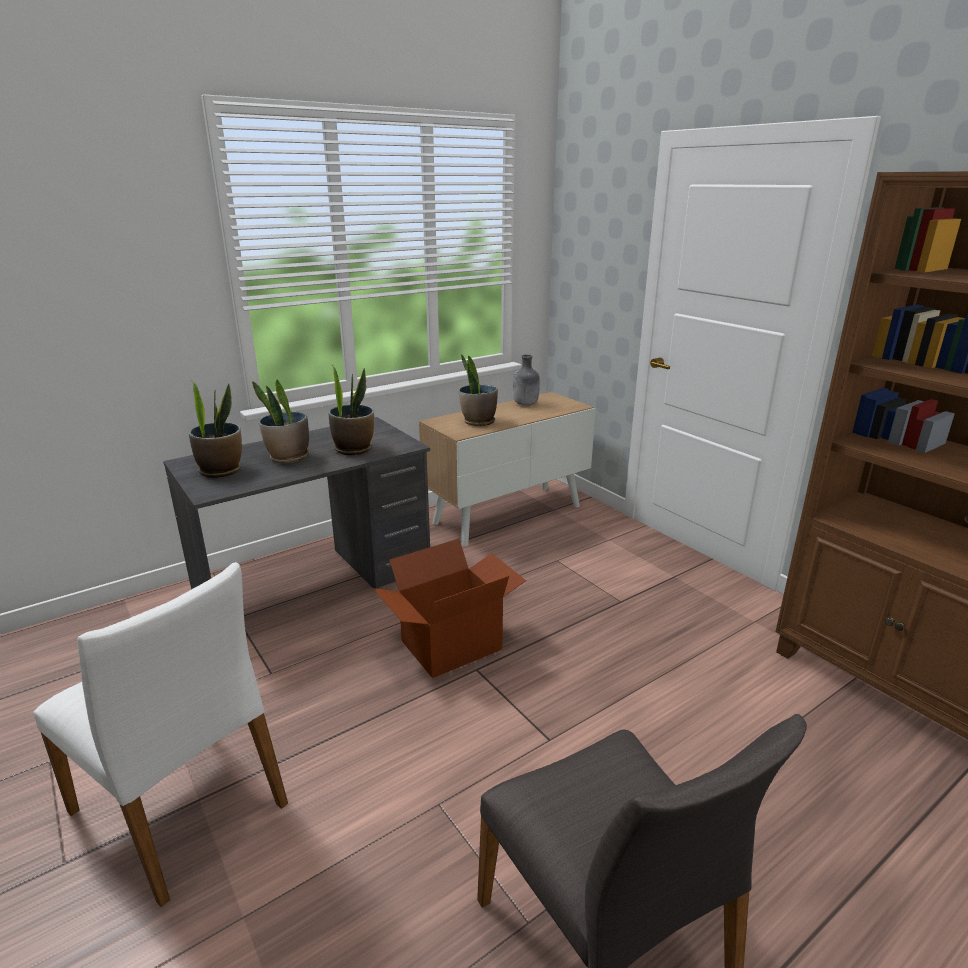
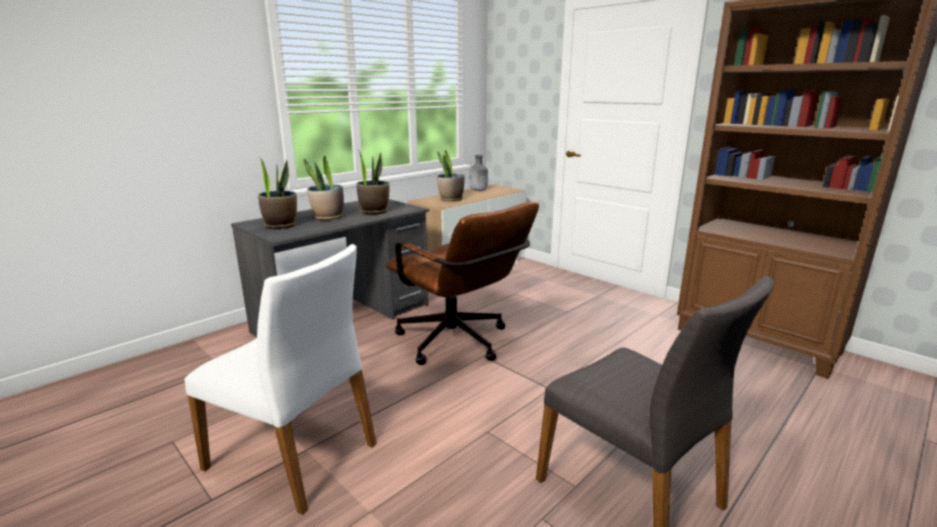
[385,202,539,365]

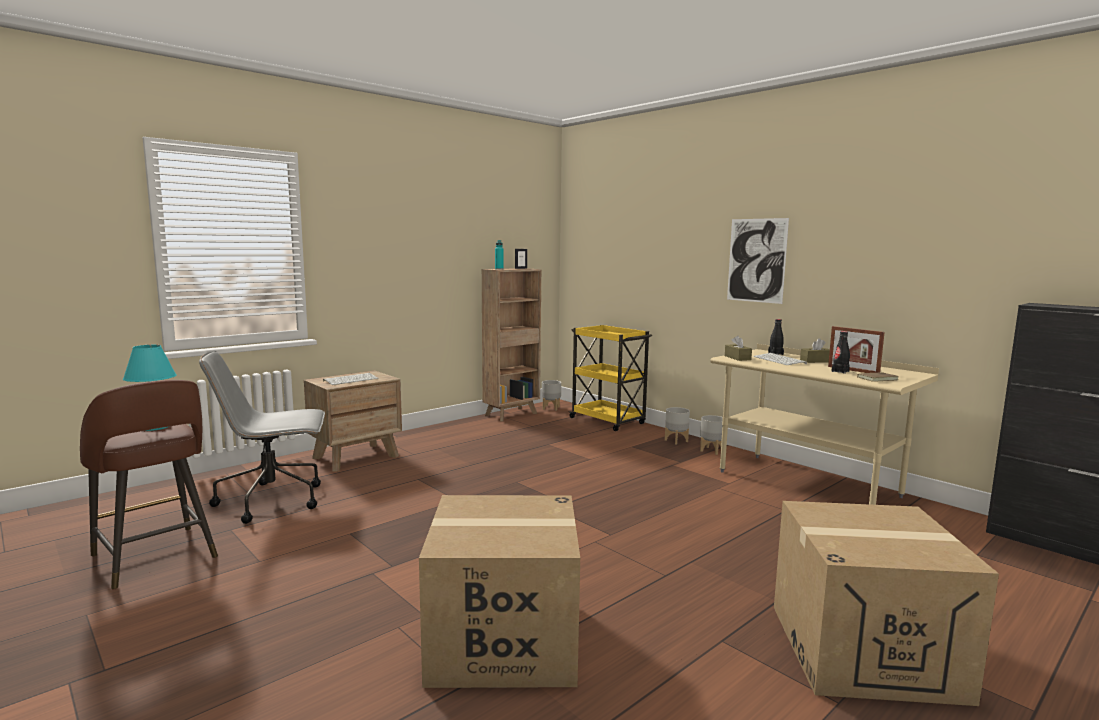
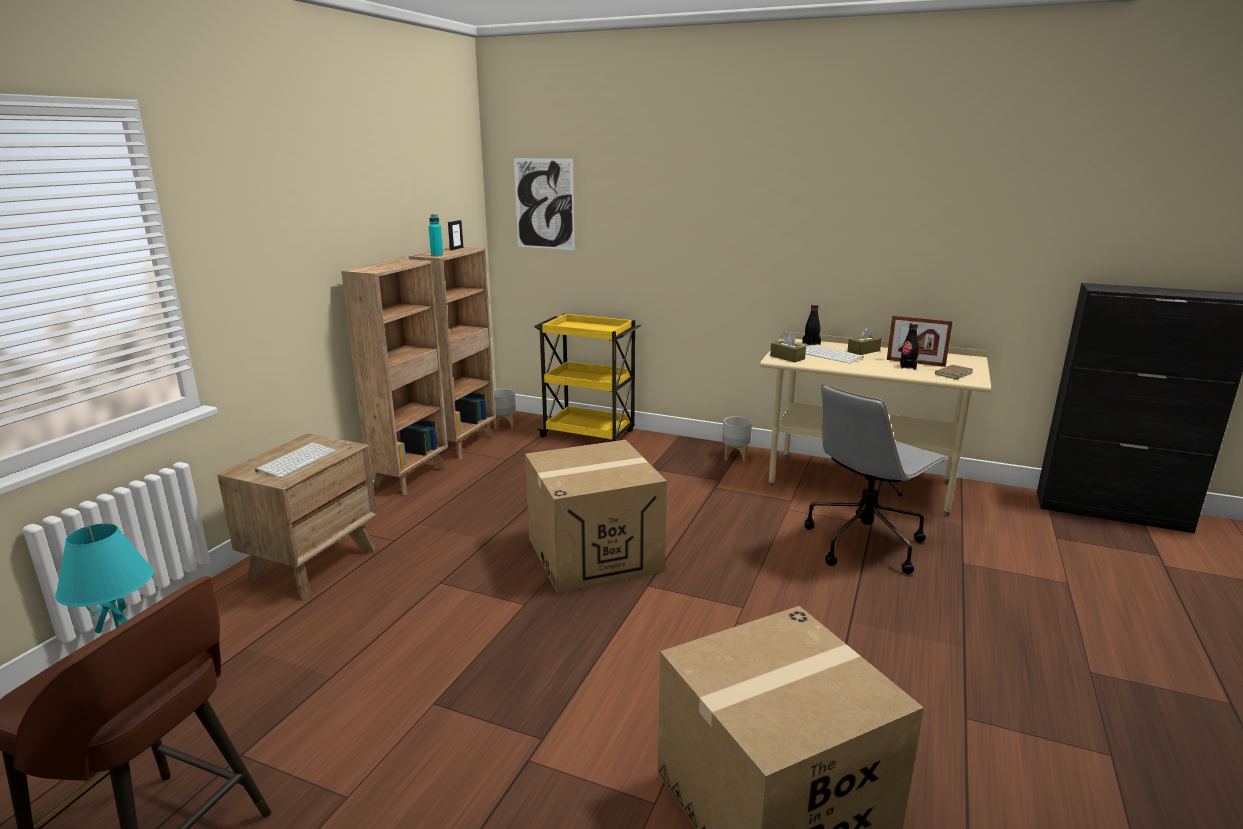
[514,158,575,250]
[804,384,948,574]
[665,407,690,445] (first image)
[525,440,667,594]
[341,259,448,496]

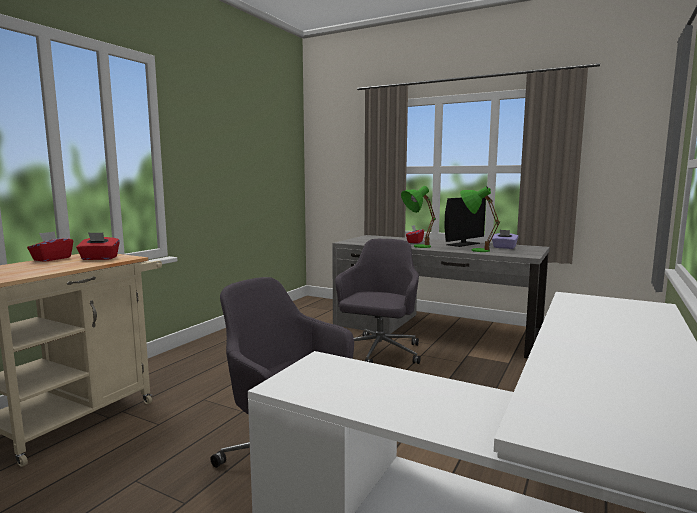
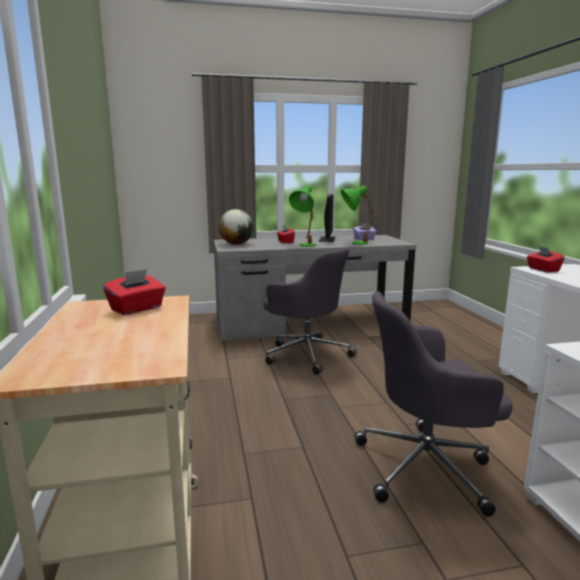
[527,246,565,272]
[263,248,357,375]
[218,209,254,244]

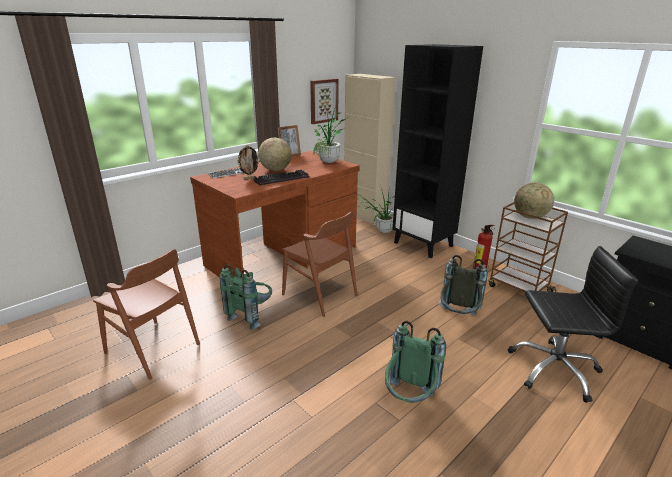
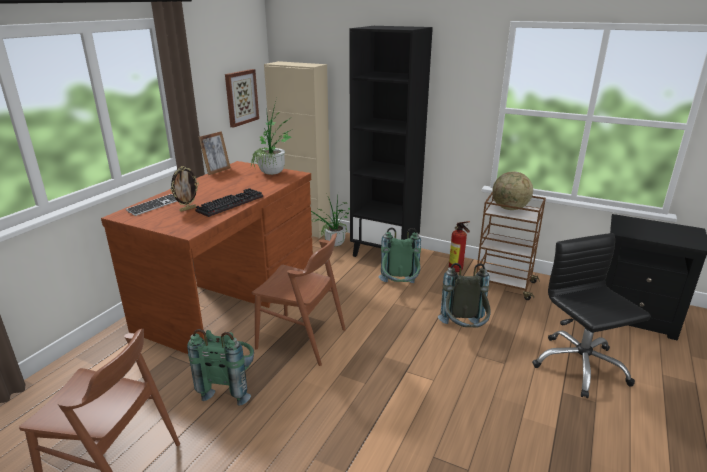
[258,137,292,171] (first image)
[532,233,651,398]
[379,227,421,283]

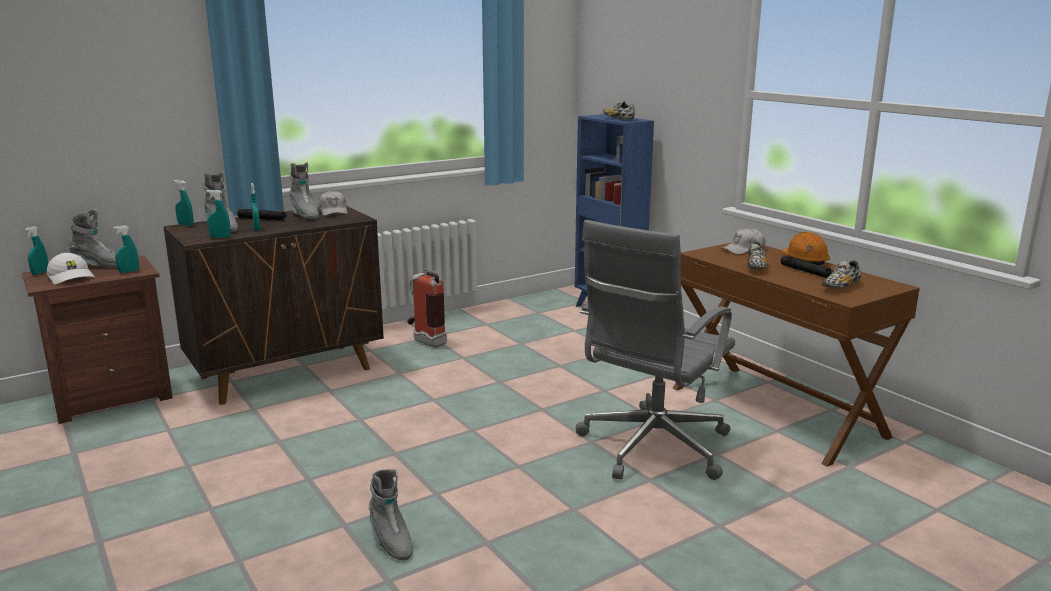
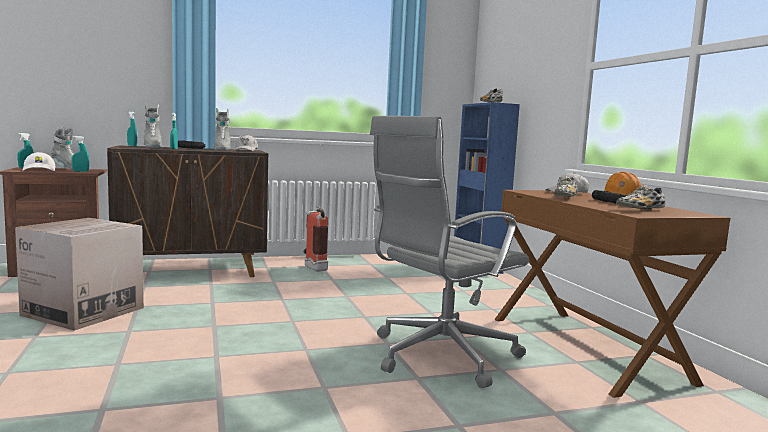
[206,190,230,238] (first image)
[369,469,413,560] (first image)
[15,218,144,331]

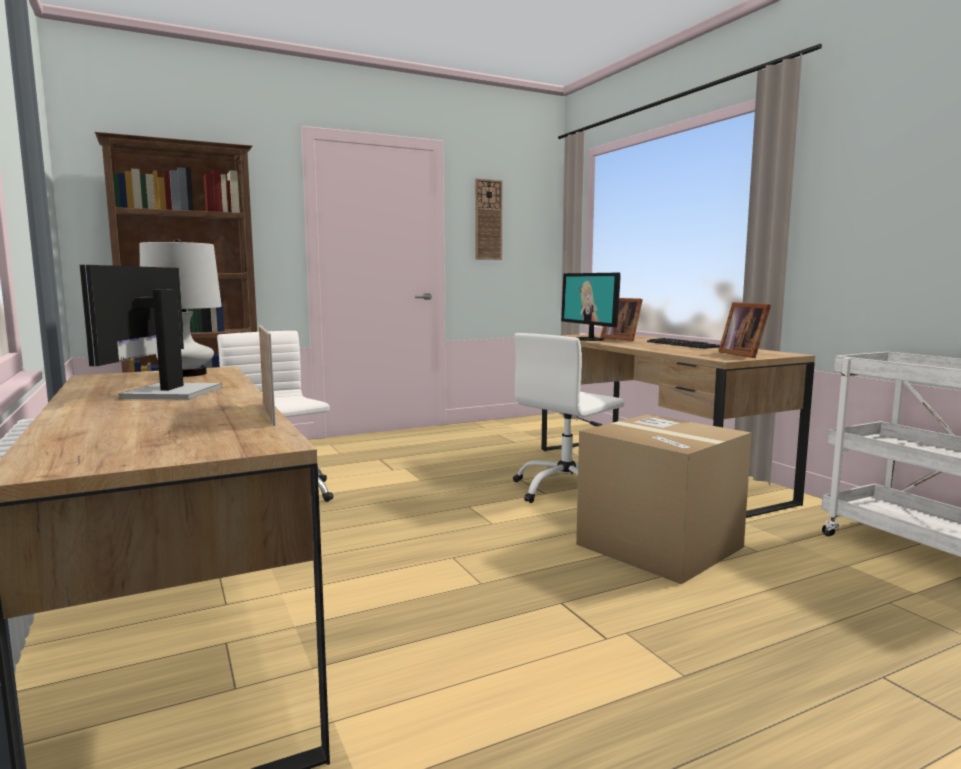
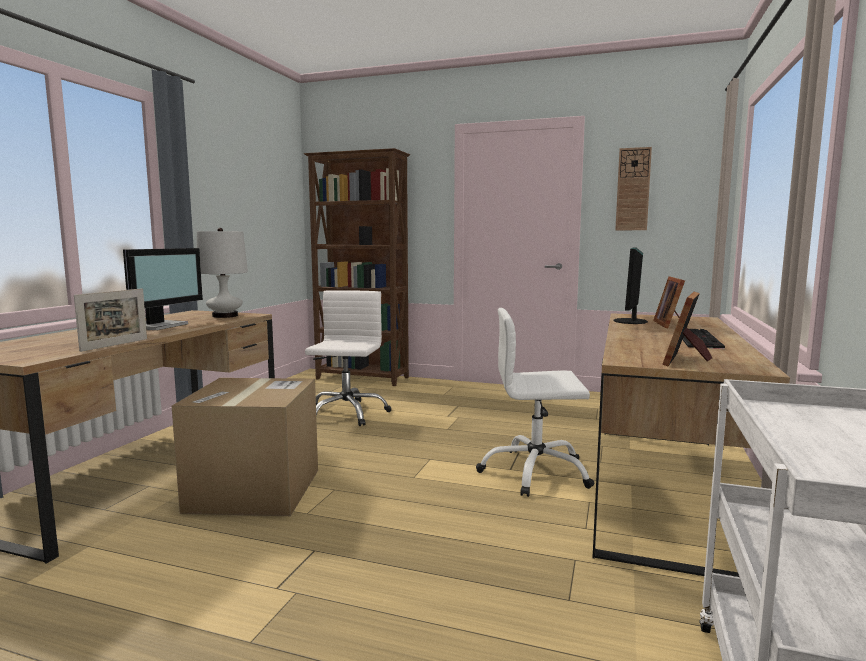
[123,248,203,330]
[172,378,318,516]

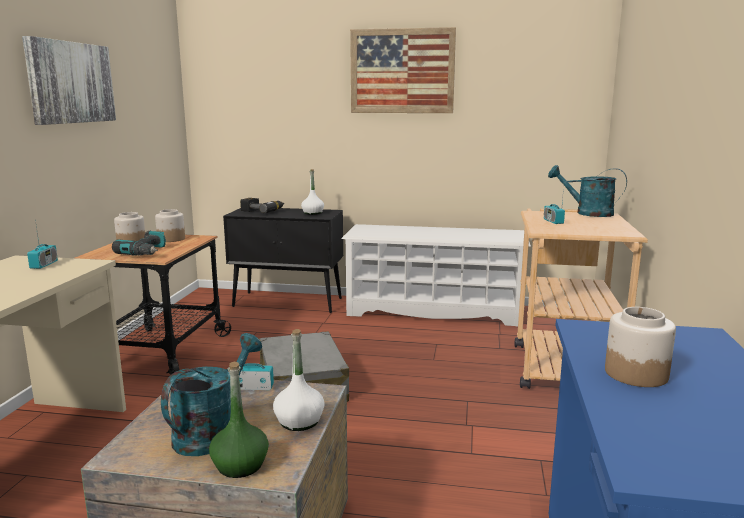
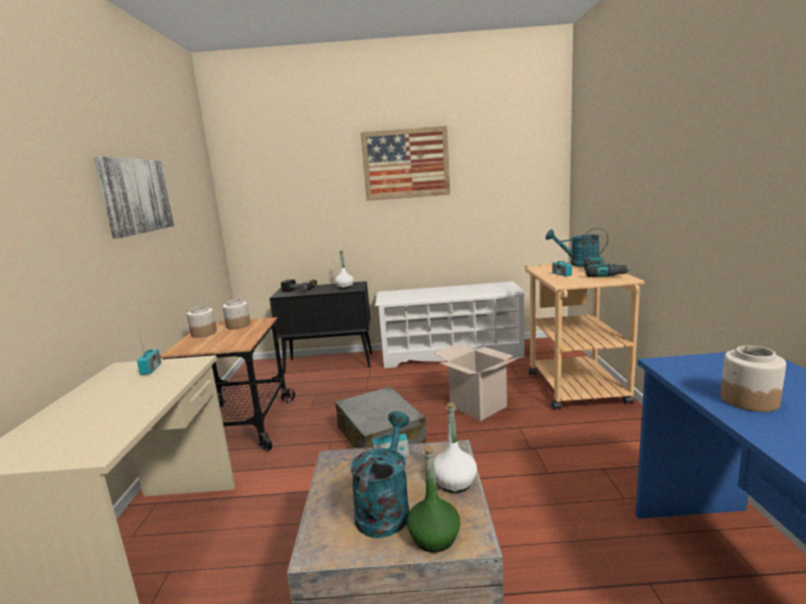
[584,257,632,277]
[435,343,521,421]

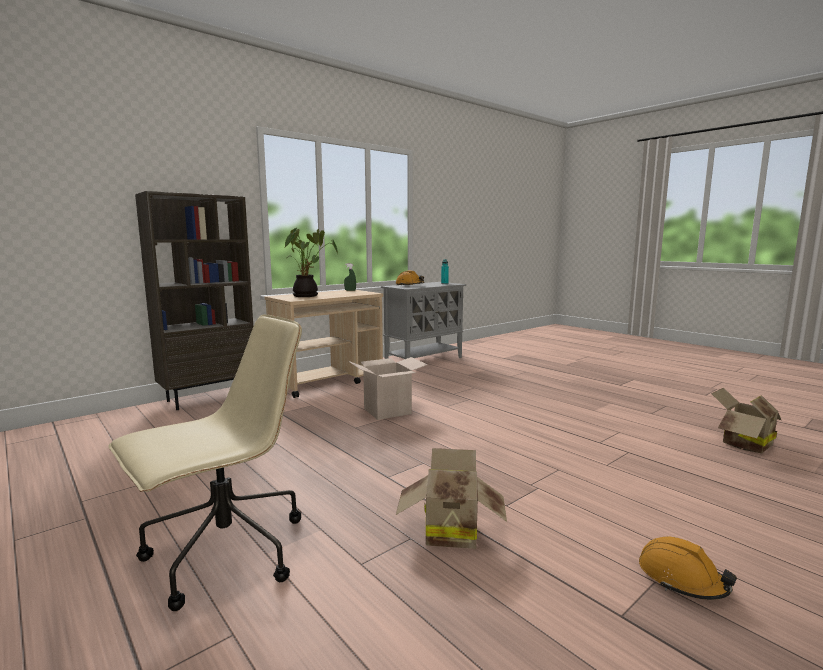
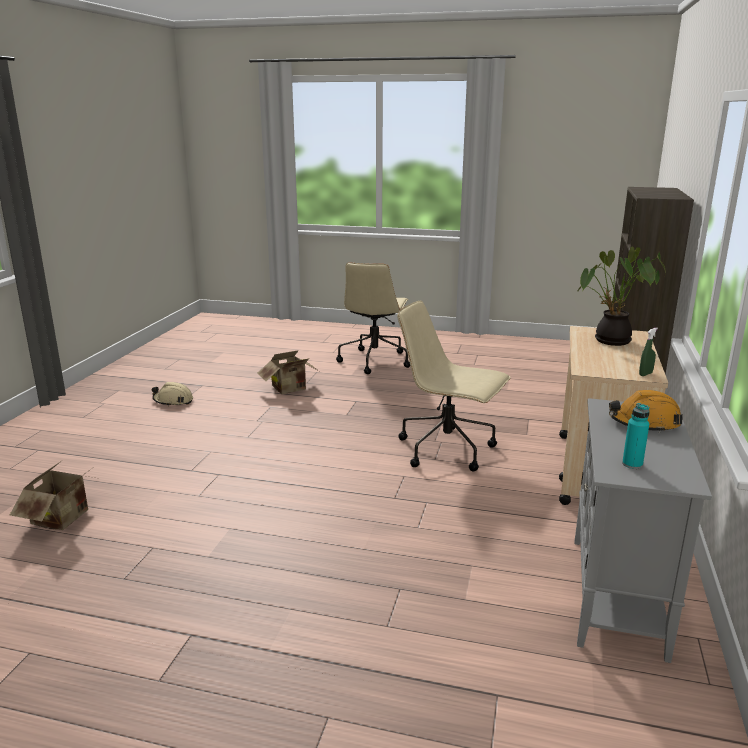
[397,301,511,471]
[152,382,193,406]

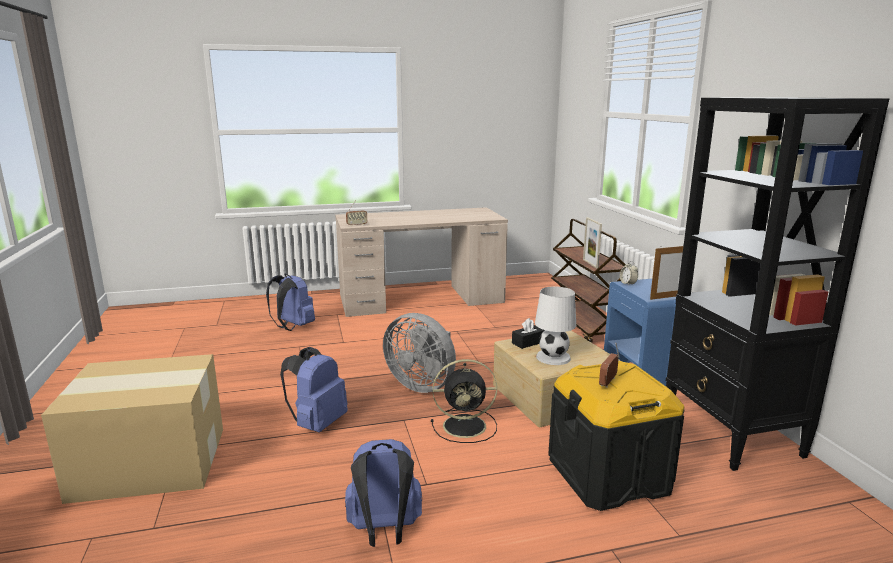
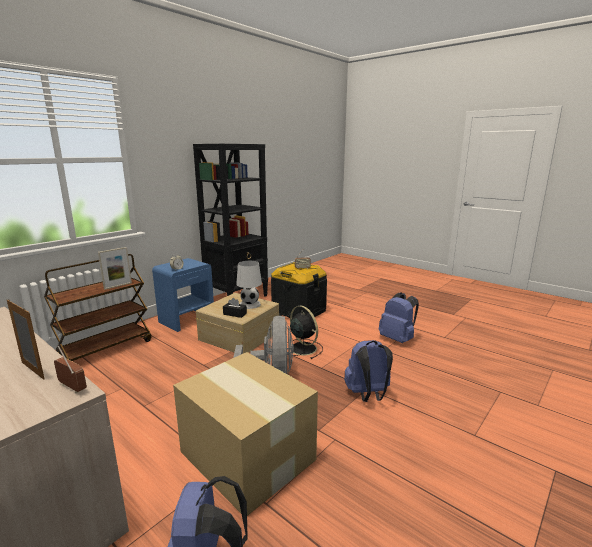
[7,299,45,380]
[173,352,318,516]

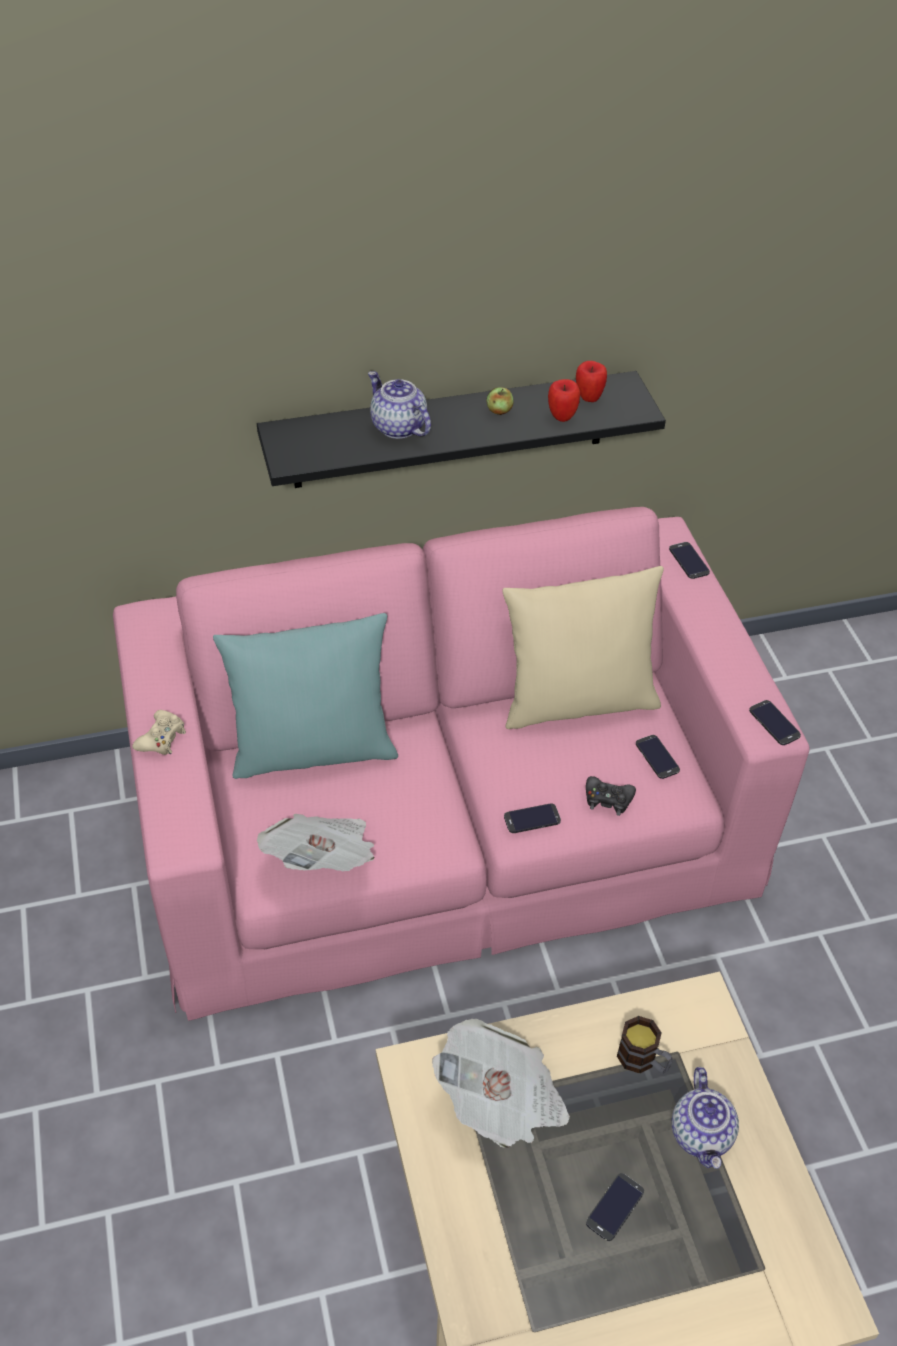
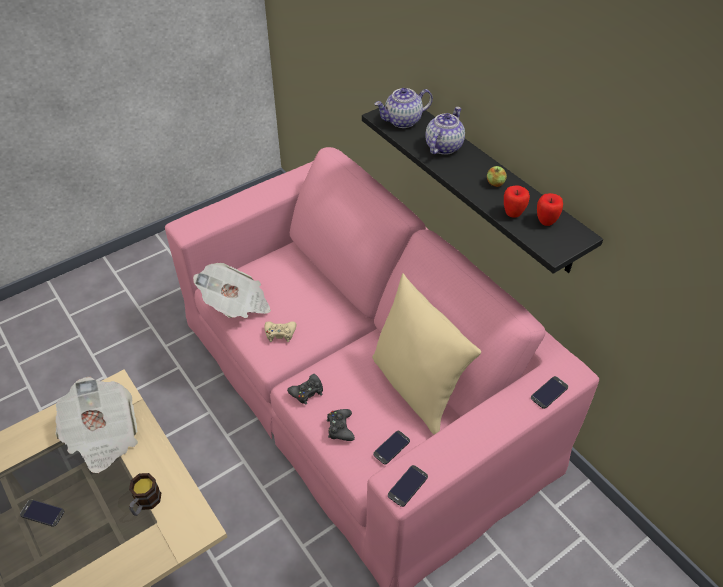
[213,613,398,779] (first image)
[265,321,296,342]
[287,374,323,405]
[375,88,433,128]

